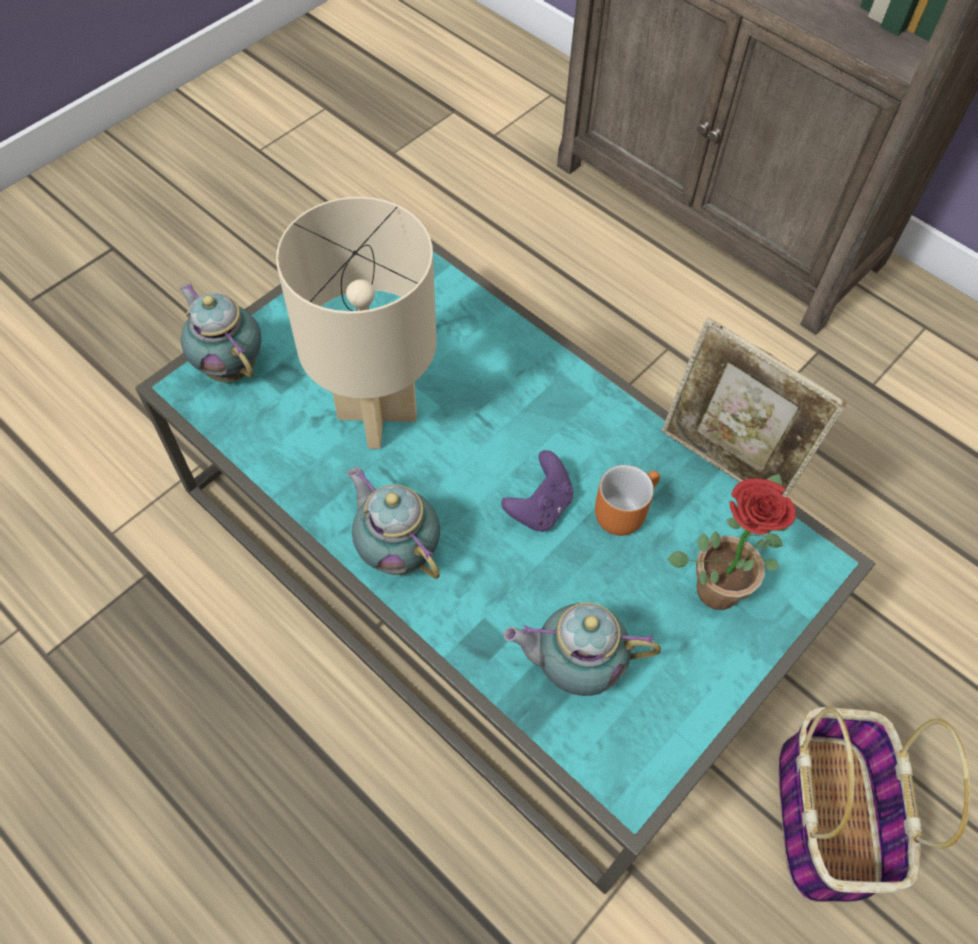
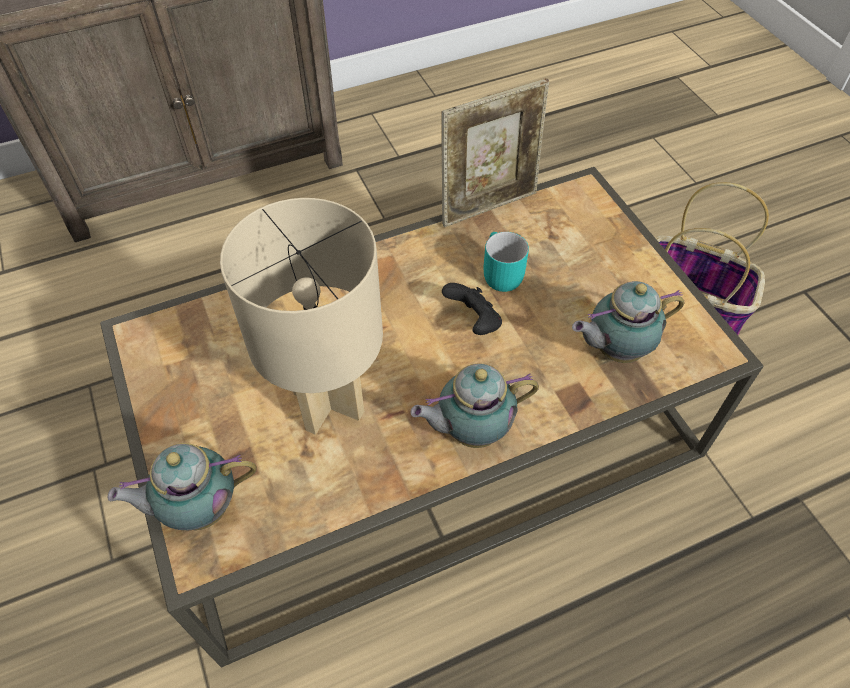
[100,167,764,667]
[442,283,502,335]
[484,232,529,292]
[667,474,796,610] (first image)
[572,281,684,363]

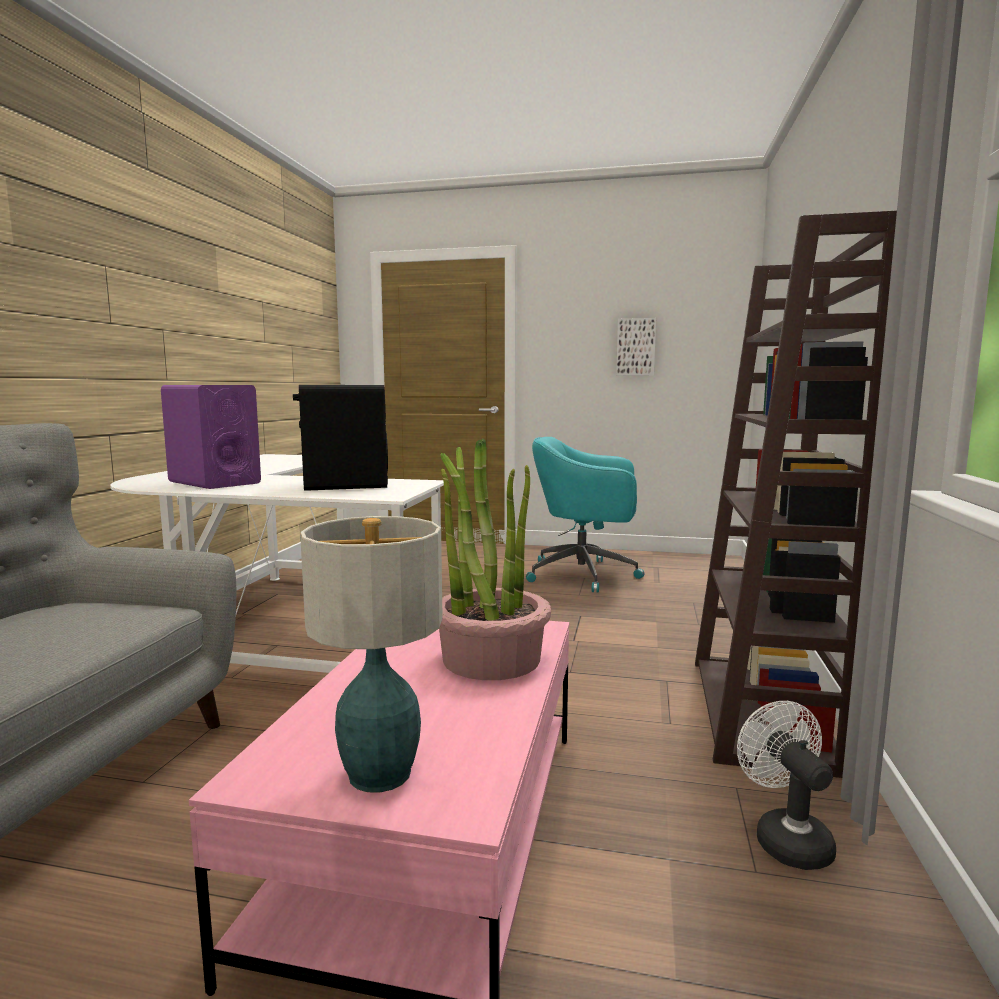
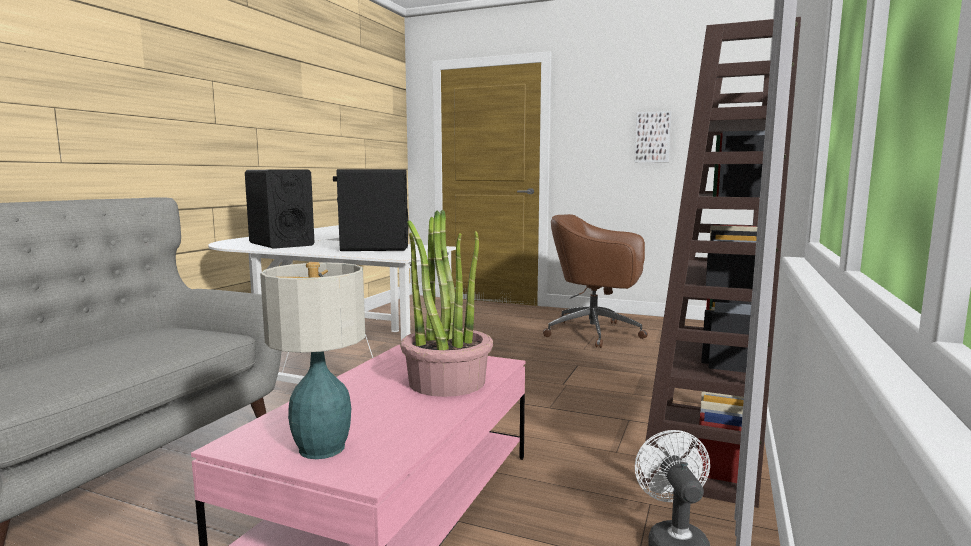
[245,170,314,249]
[543,214,648,348]

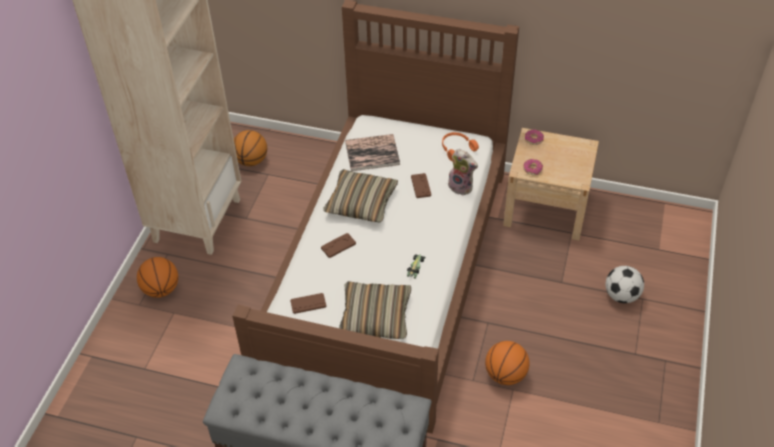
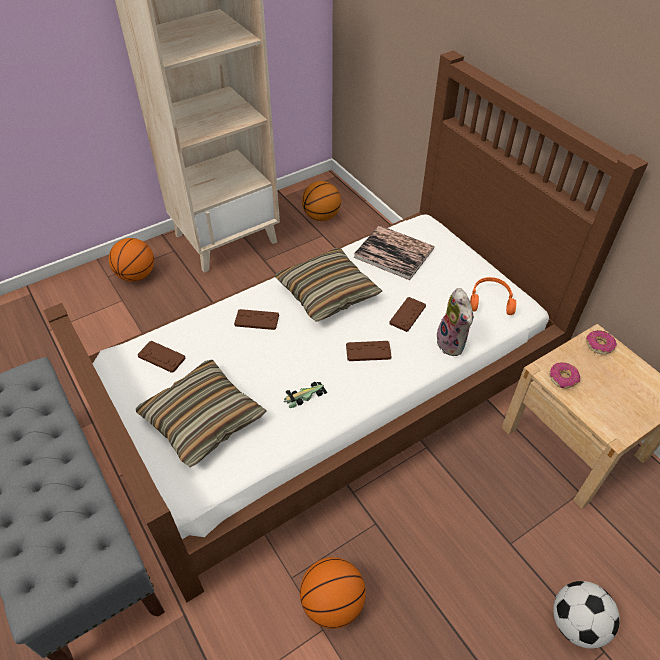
[346,341,392,361]

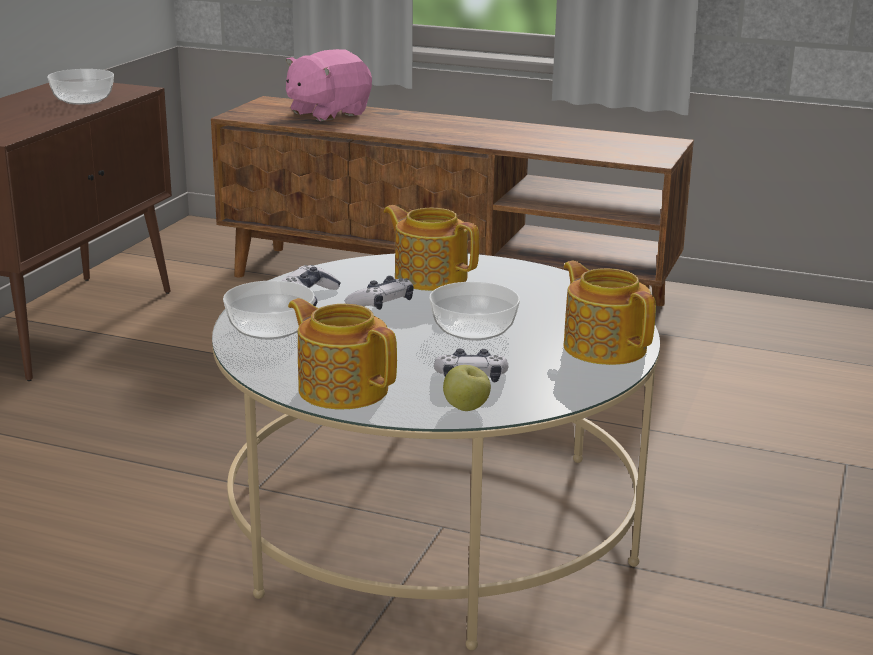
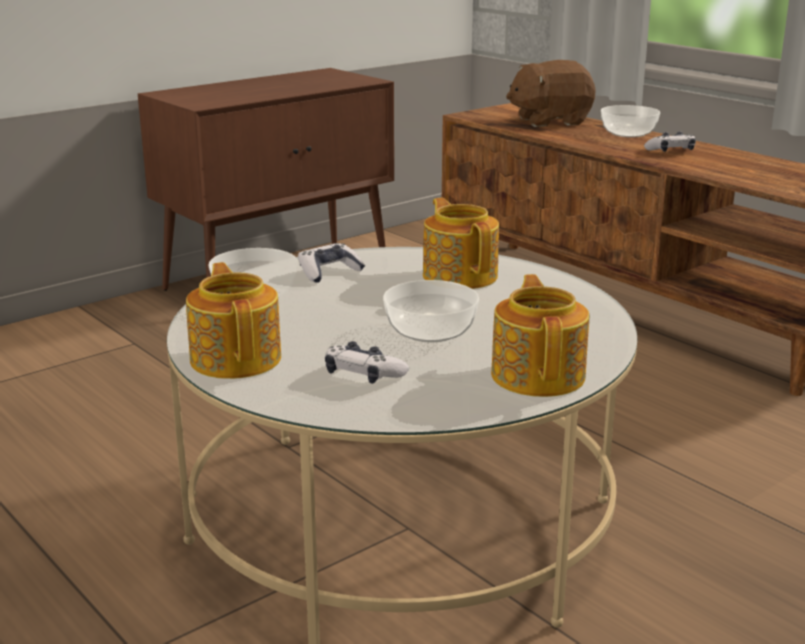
[506,60,596,127]
[601,105,660,137]
[644,131,696,152]
[443,365,491,411] (first image)

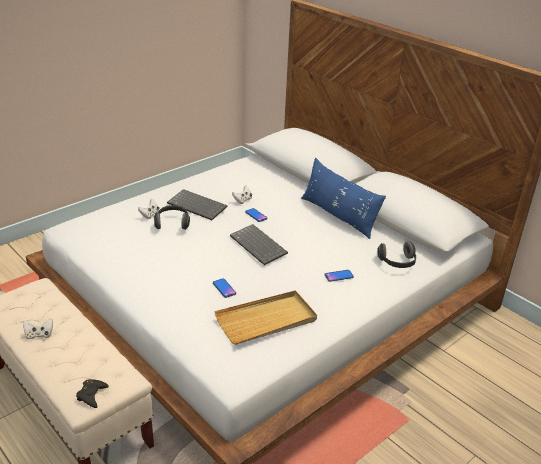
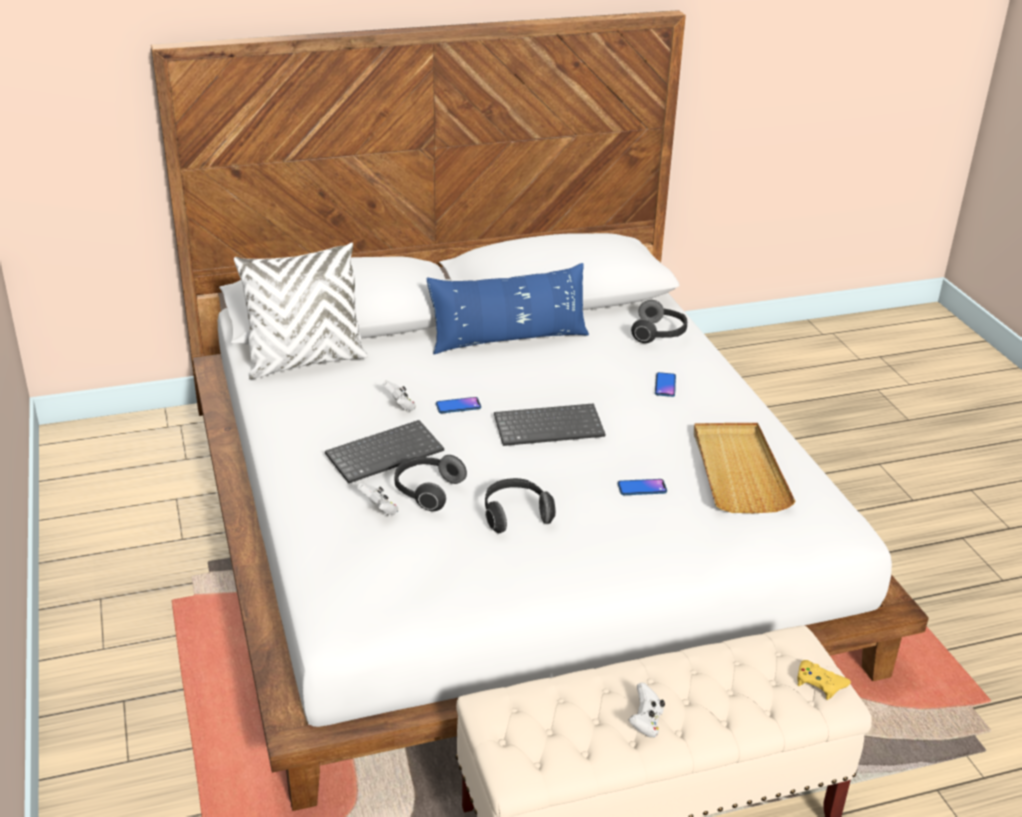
[797,660,851,700]
[234,243,368,379]
[485,478,556,533]

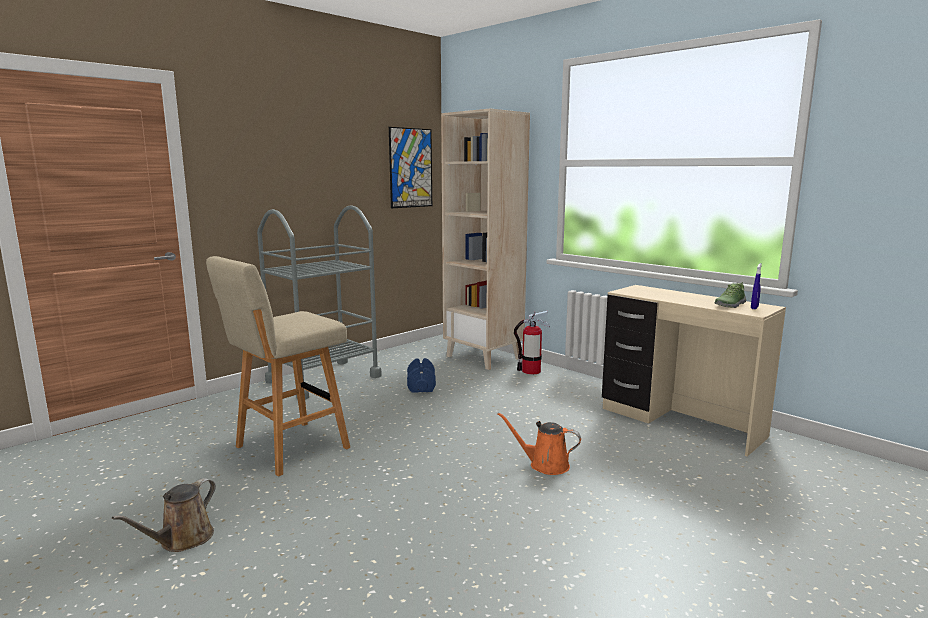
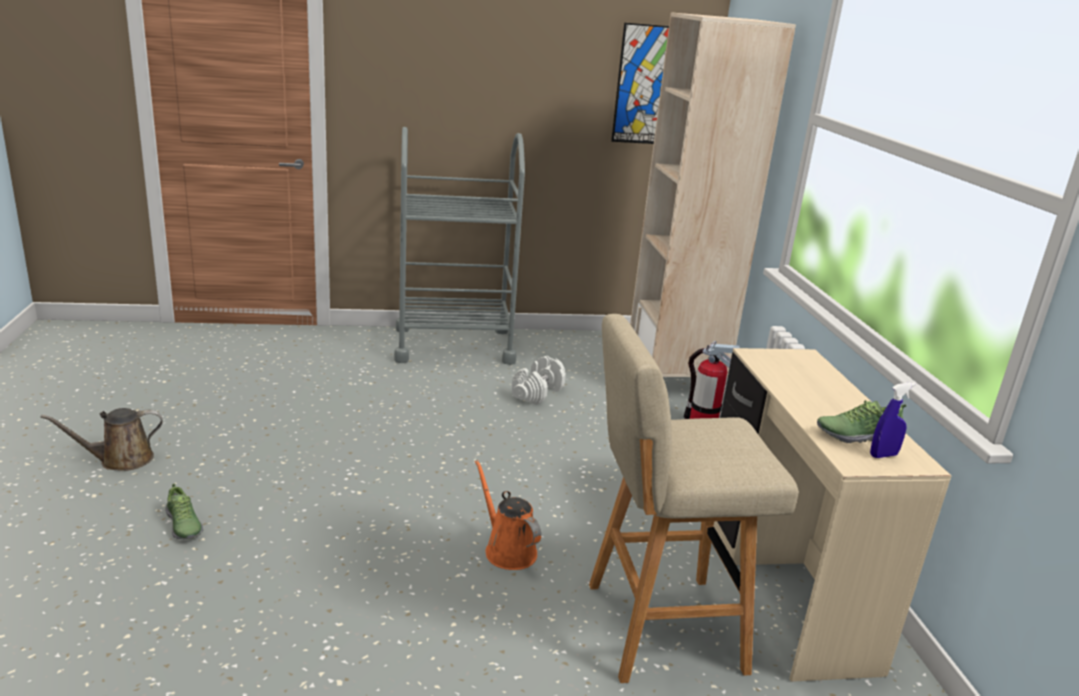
[589,314,798,683]
[512,356,566,405]
[165,483,203,540]

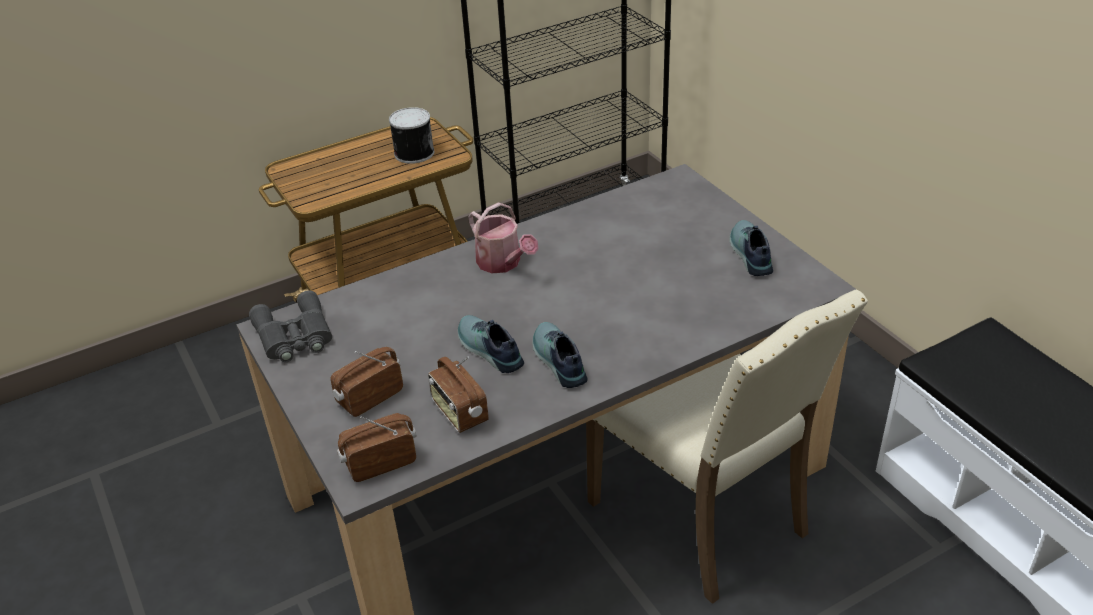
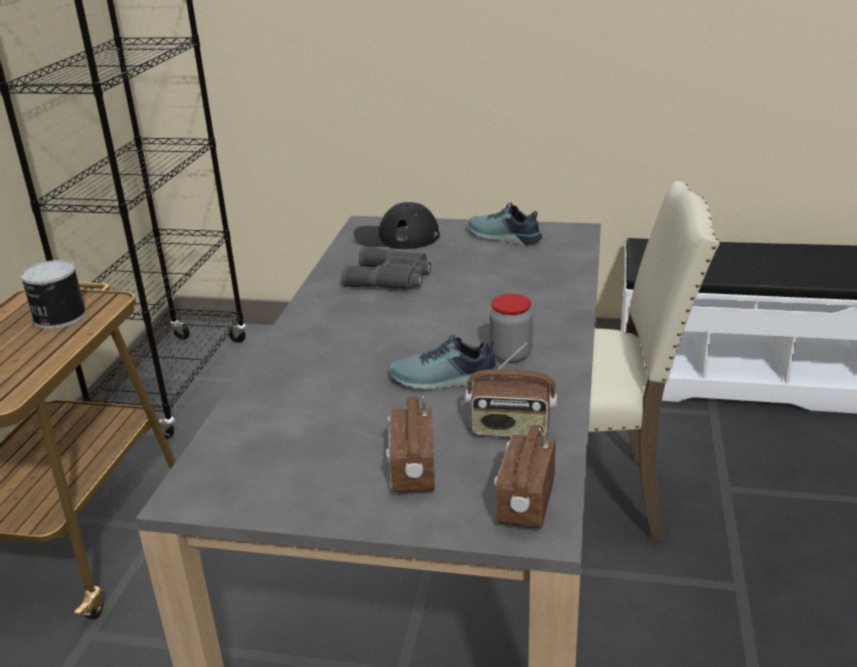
[468,202,539,273] (first image)
[341,246,431,290]
[490,294,533,363]
[354,202,440,249]

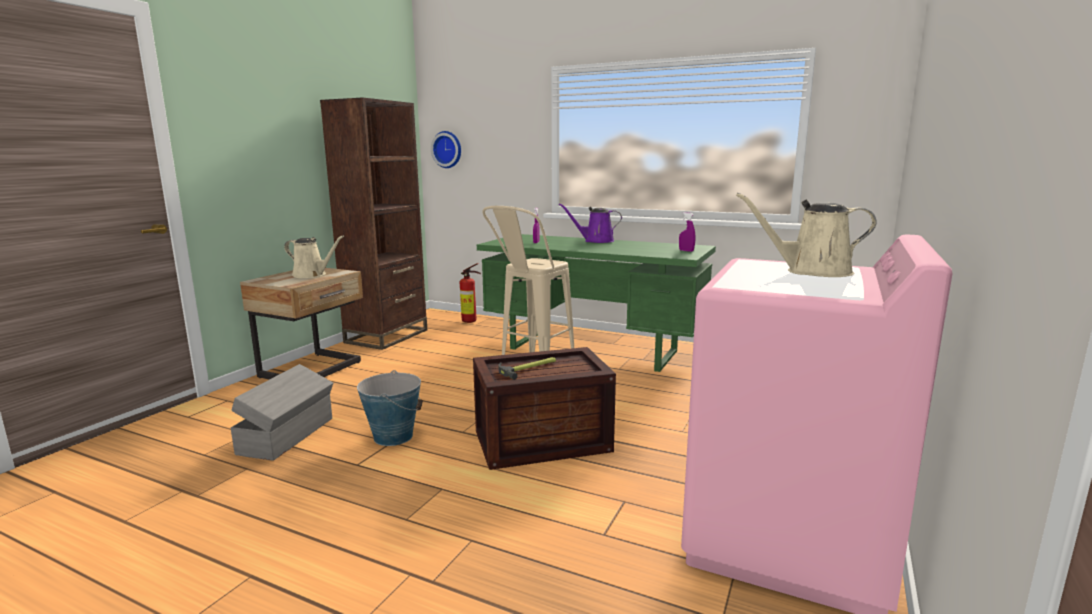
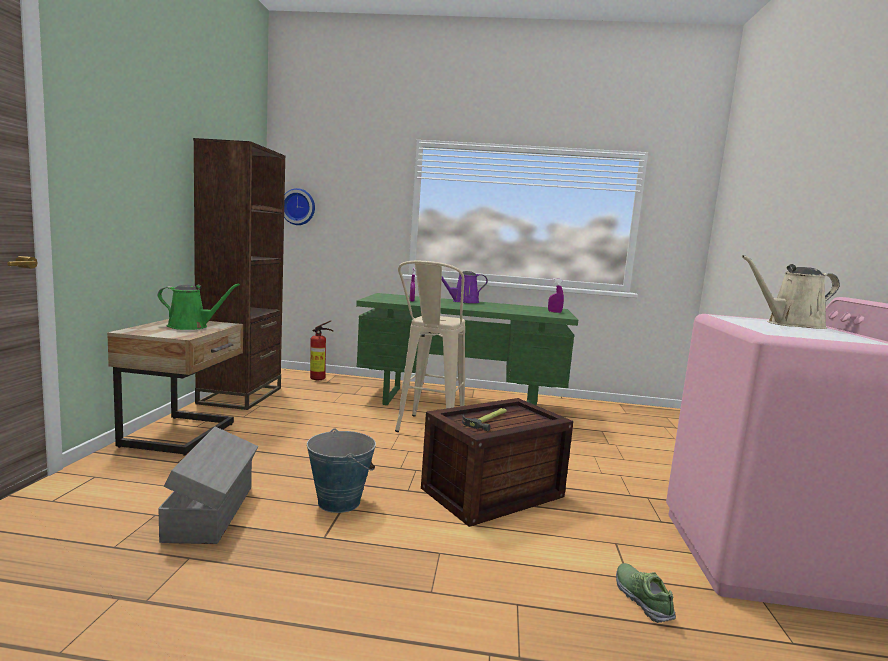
[158,284,240,330]
[616,563,676,623]

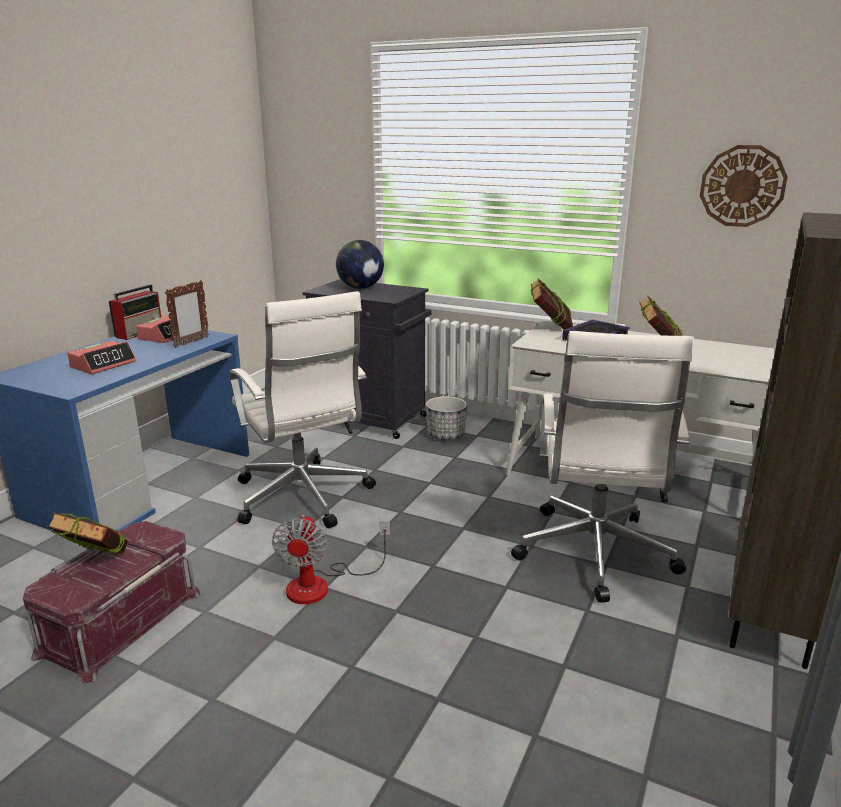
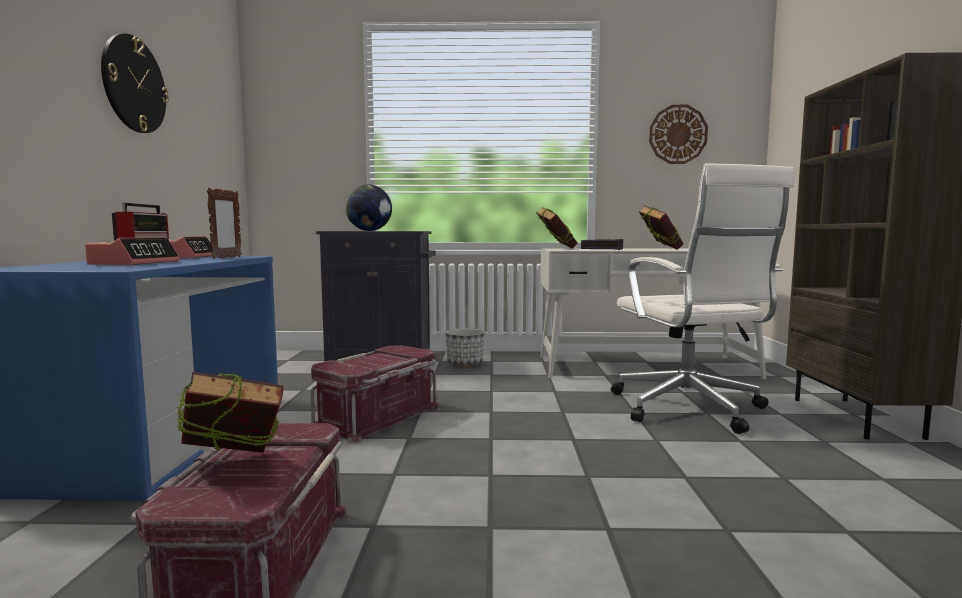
[311,345,440,444]
[272,515,390,604] (first image)
[101,33,169,133]

